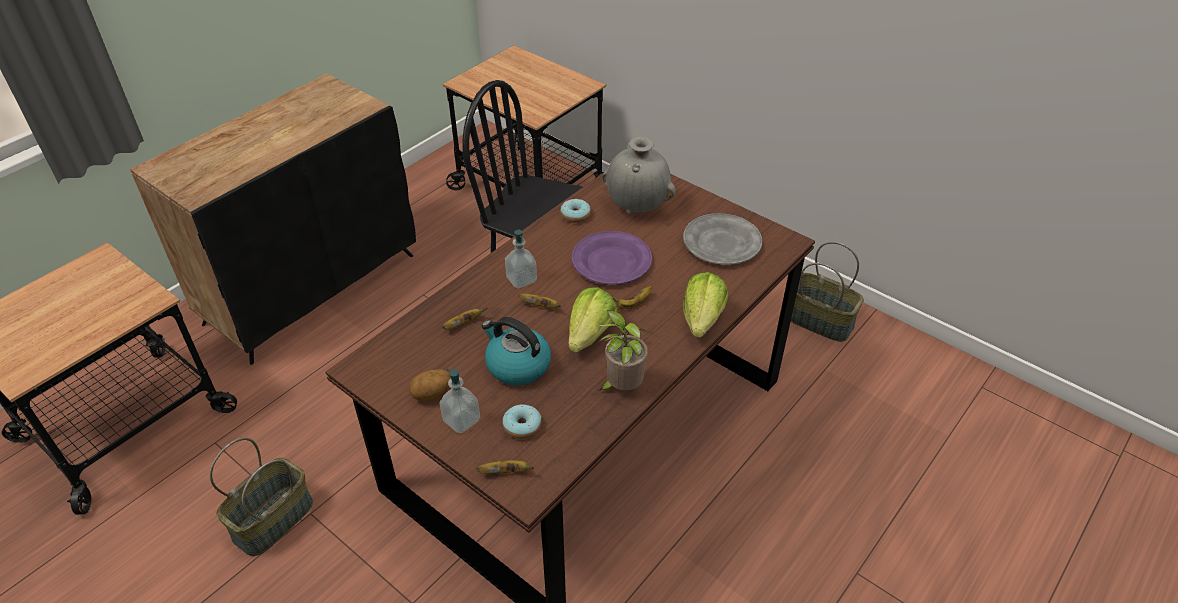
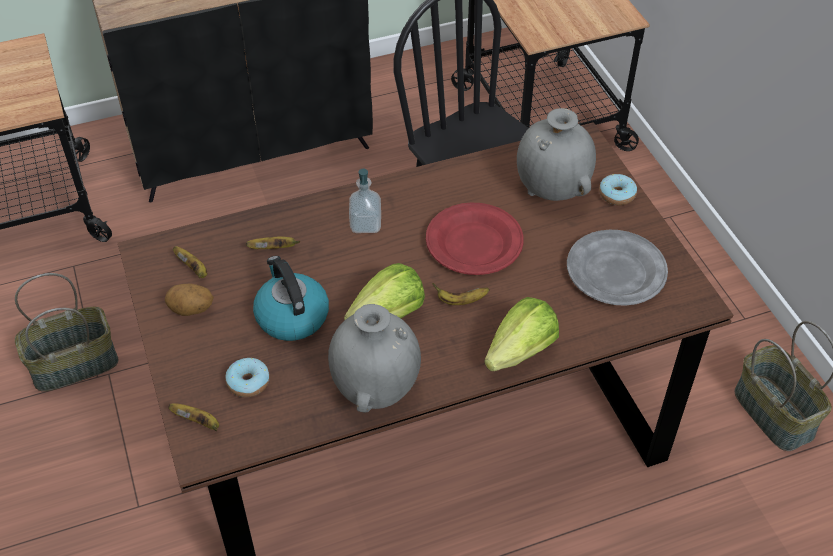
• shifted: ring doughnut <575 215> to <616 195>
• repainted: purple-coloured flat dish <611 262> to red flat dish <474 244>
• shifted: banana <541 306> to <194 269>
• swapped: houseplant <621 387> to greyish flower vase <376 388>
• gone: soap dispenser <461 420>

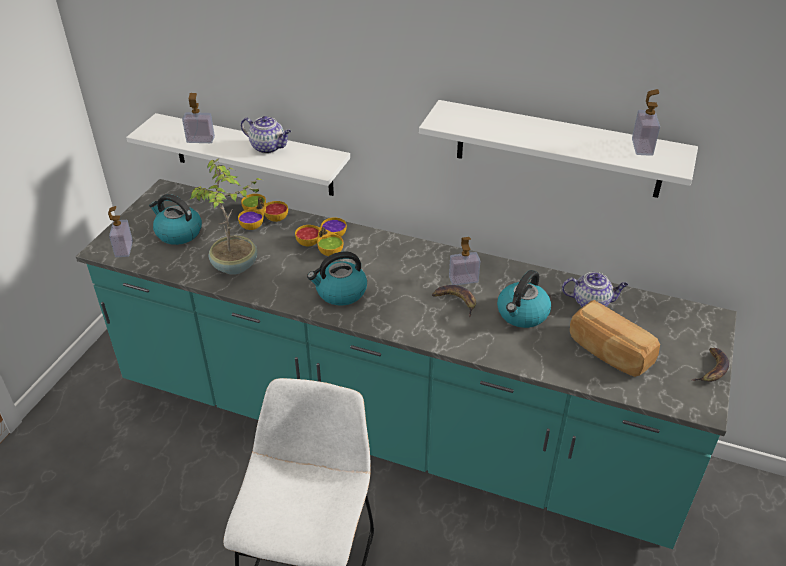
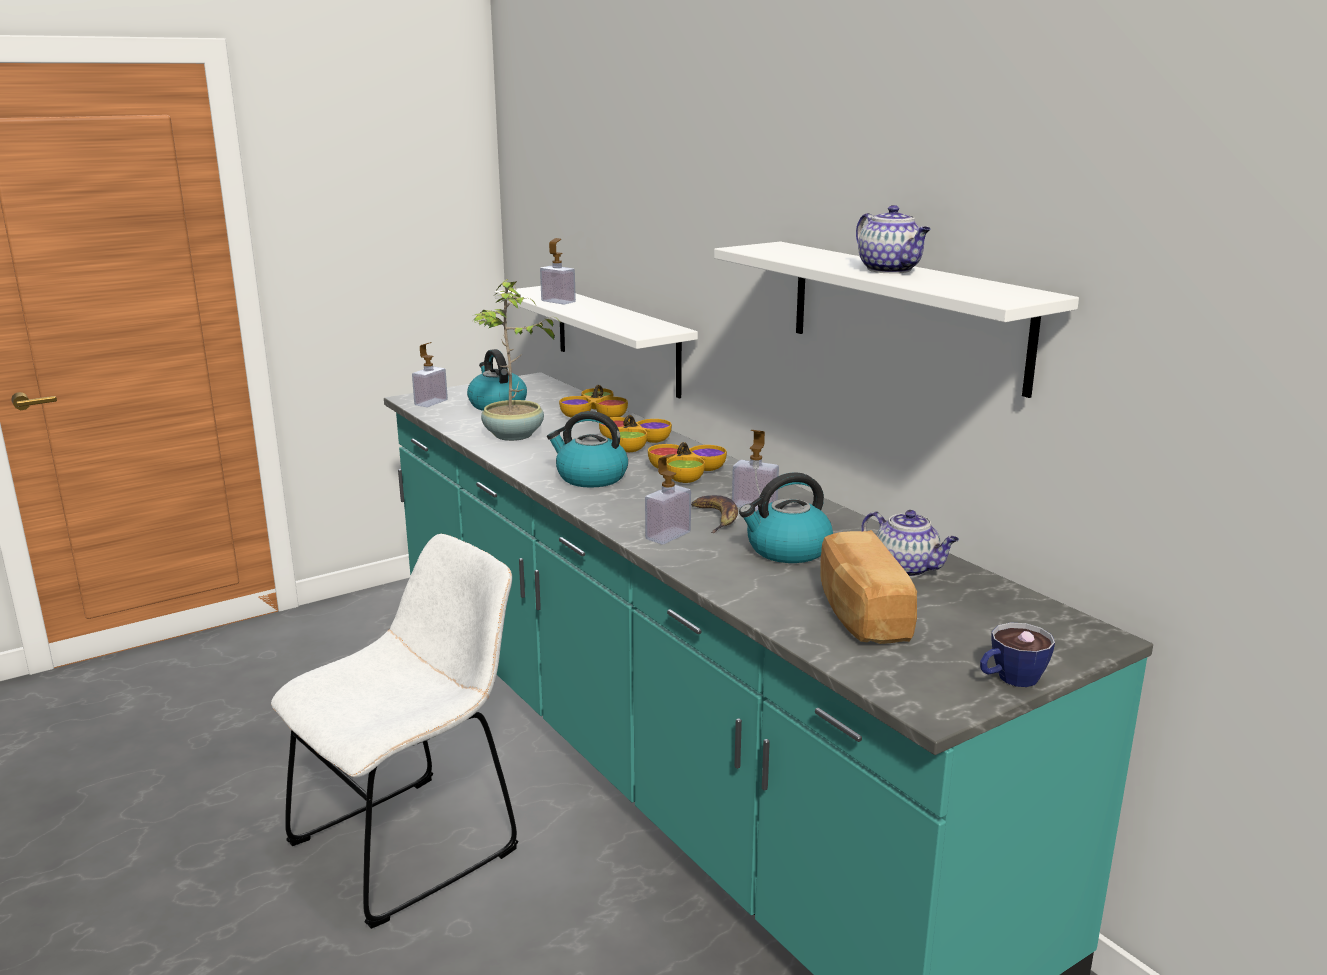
• shifted: soap dispenser <642 147> to <668 535>
• shifted: pot for tea <268 147> to <891 270>
• swapped: banana <711 369> to cup <1009 679>
• new: serving bowl <686 472>

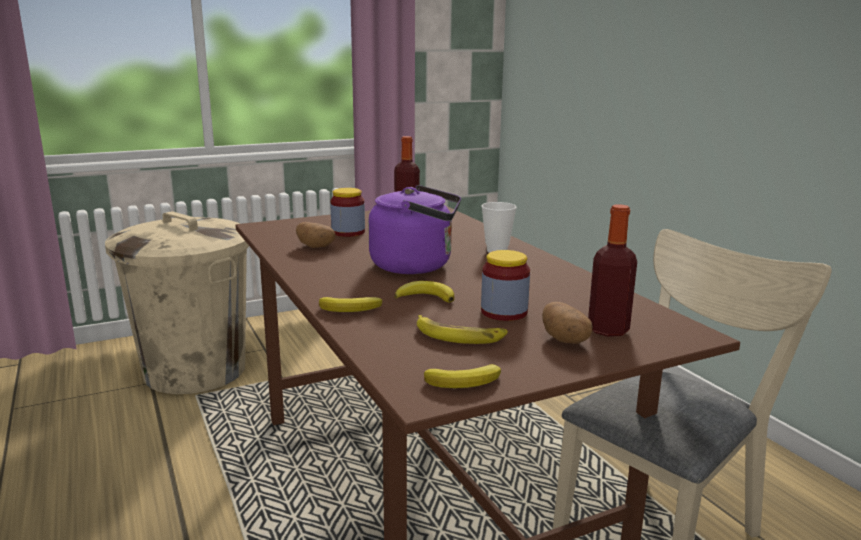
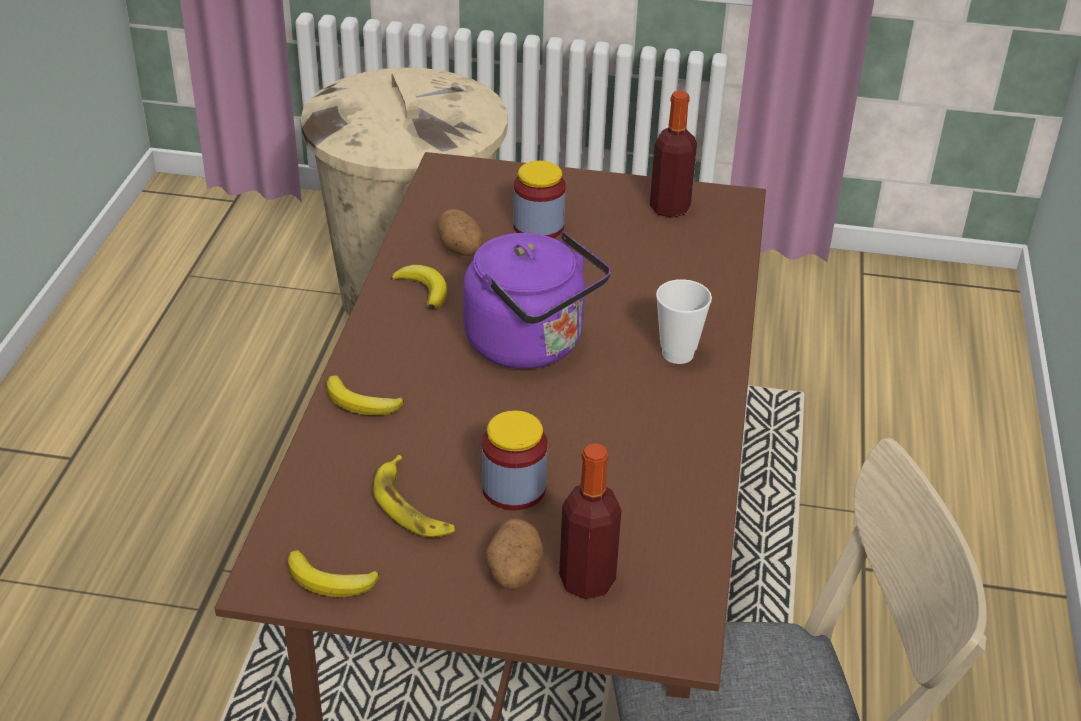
• shifted: banana <425 297> to <423 289>

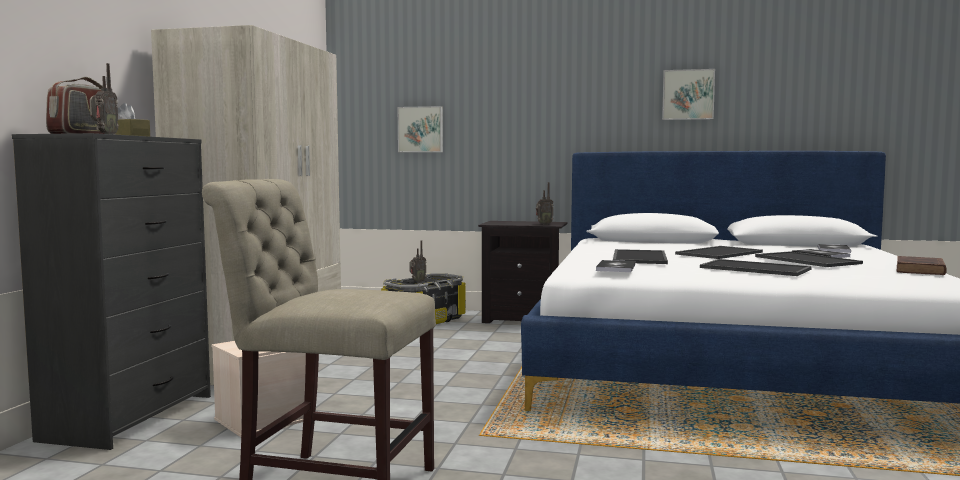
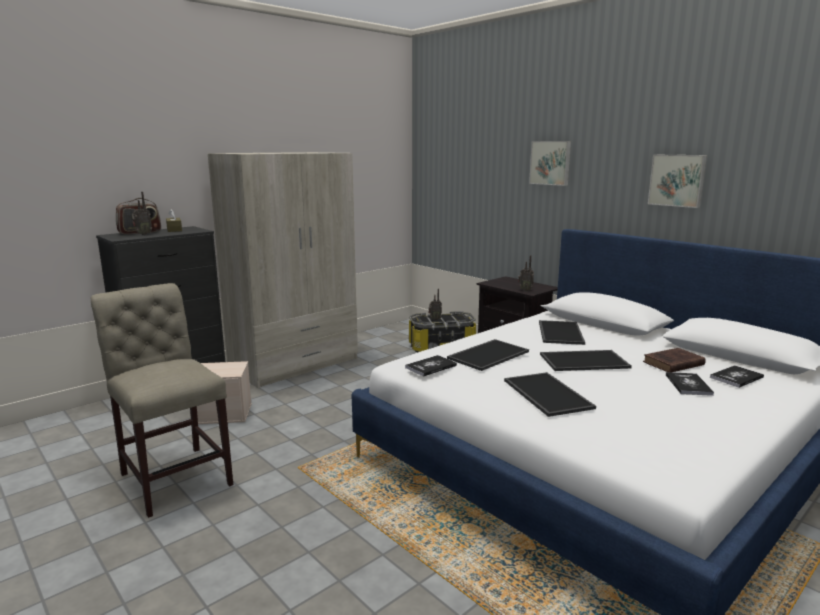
• shifted: wall art <421 129> to <551 163>
• shifted: tray <805 260> to <559 332>
• shifted: brown book <920 270> to <672 364>

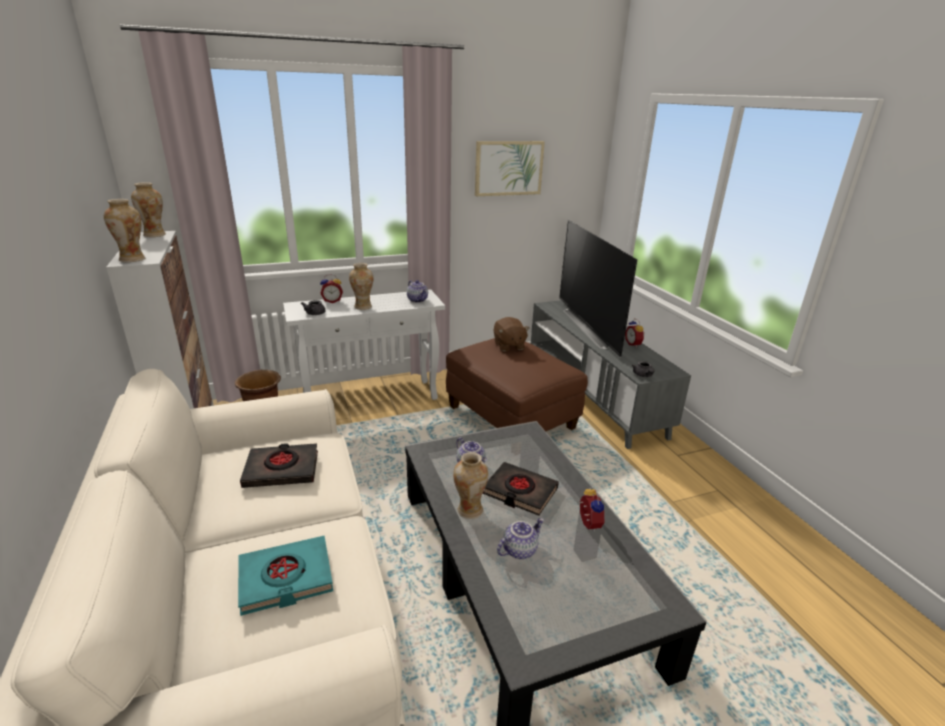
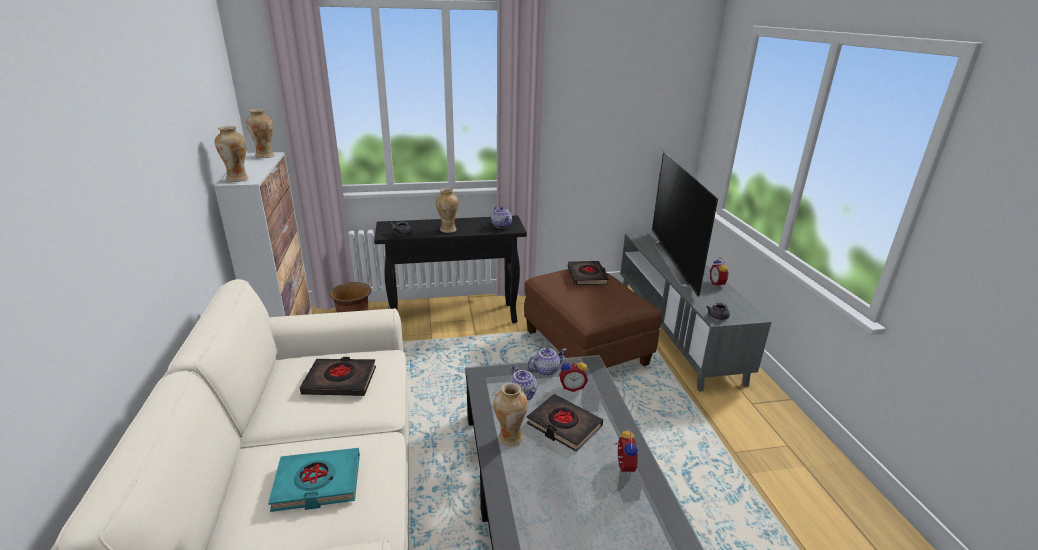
• gone: wall art <508 168>
• shifted: table clock <332 301> to <572 387>
• repainted: whitish console table <372 399> to blackish console table <455 317>
• swapped: brown soft toy <508 346> to blackish book <587 276>
• shifted: pot for tea <519 549> to <546 370>

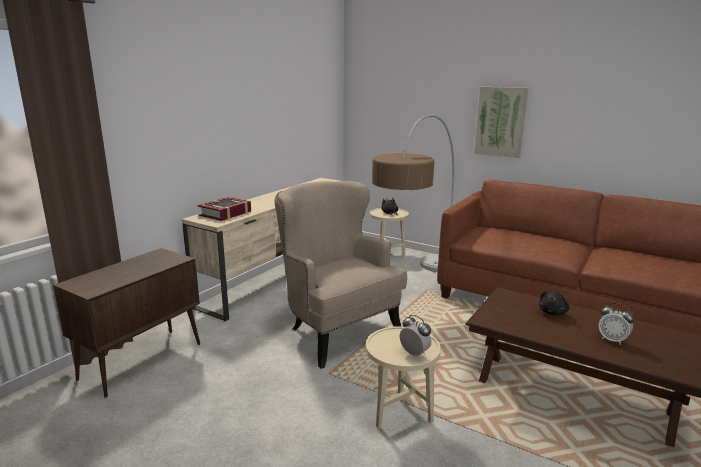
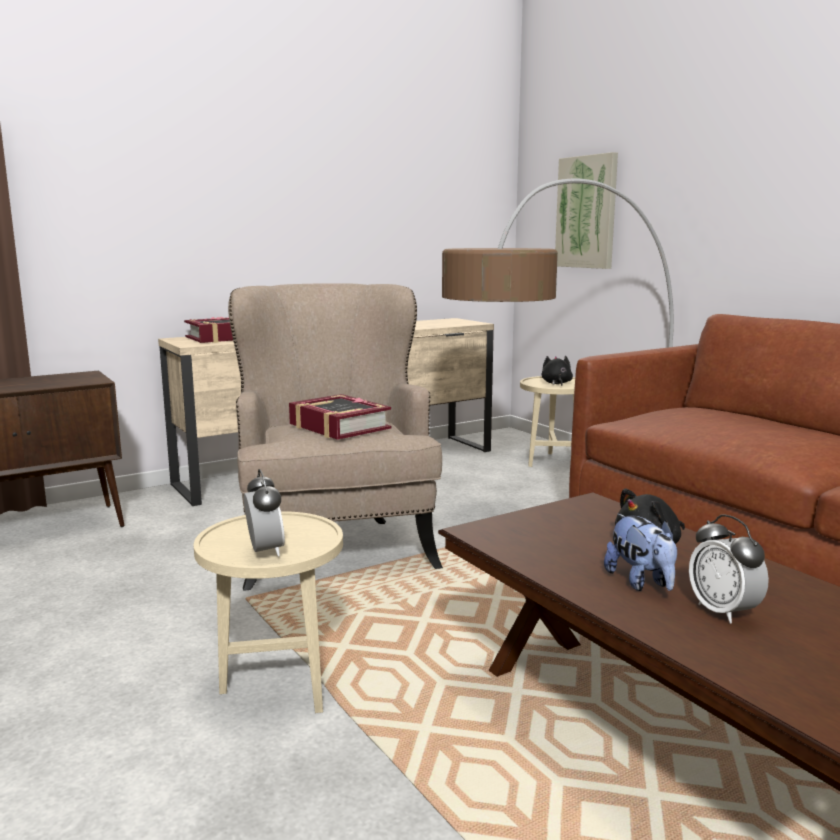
• shifted: wall art <500 122> to <587 212>
• new: book <338 426>
• new: soft toy <641 582>

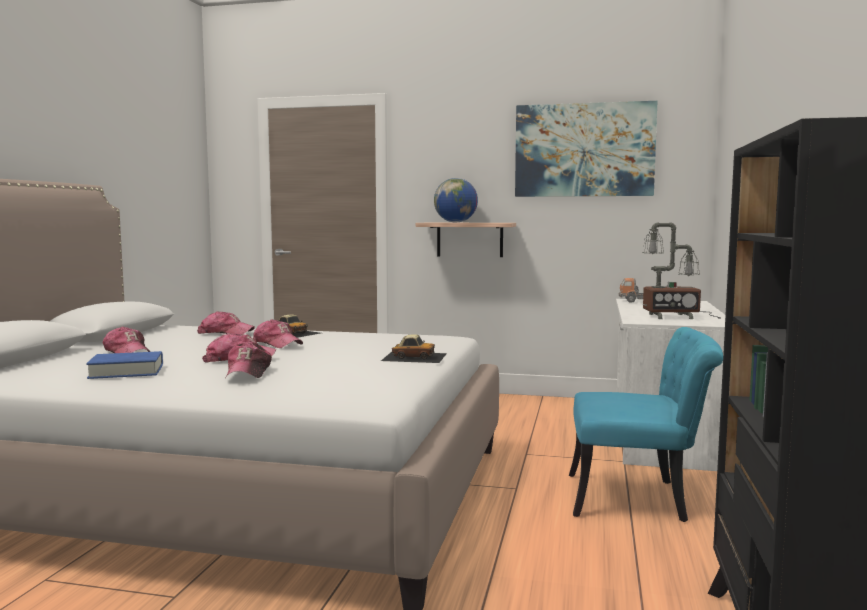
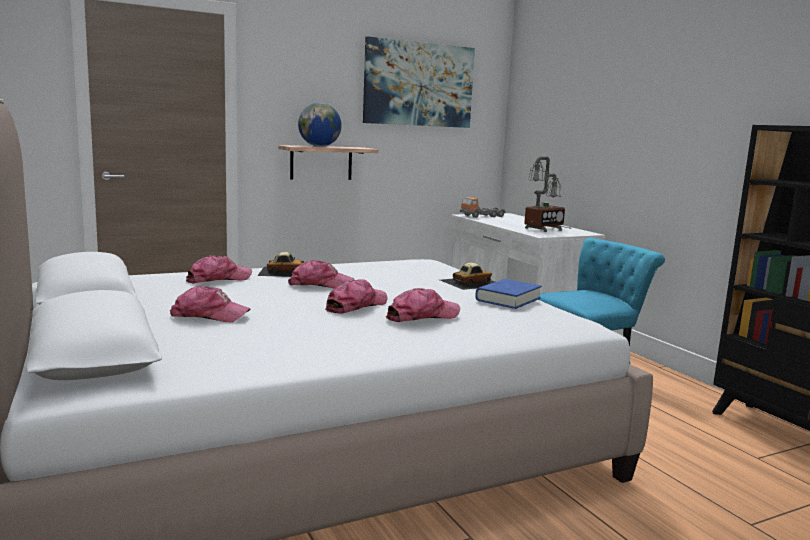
• rotated: cap <248 372> = <422 316> 75 degrees counterclockwise
• shifted: bluish book <126 371> to <508 299>

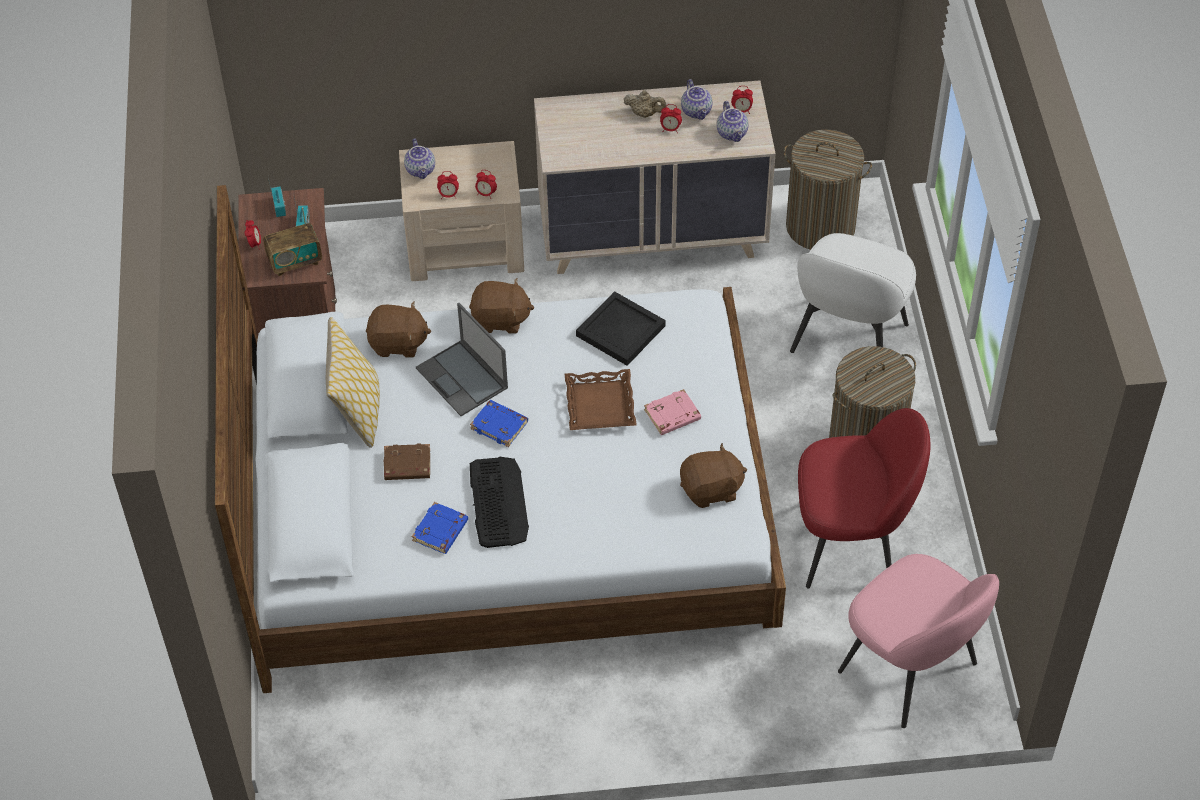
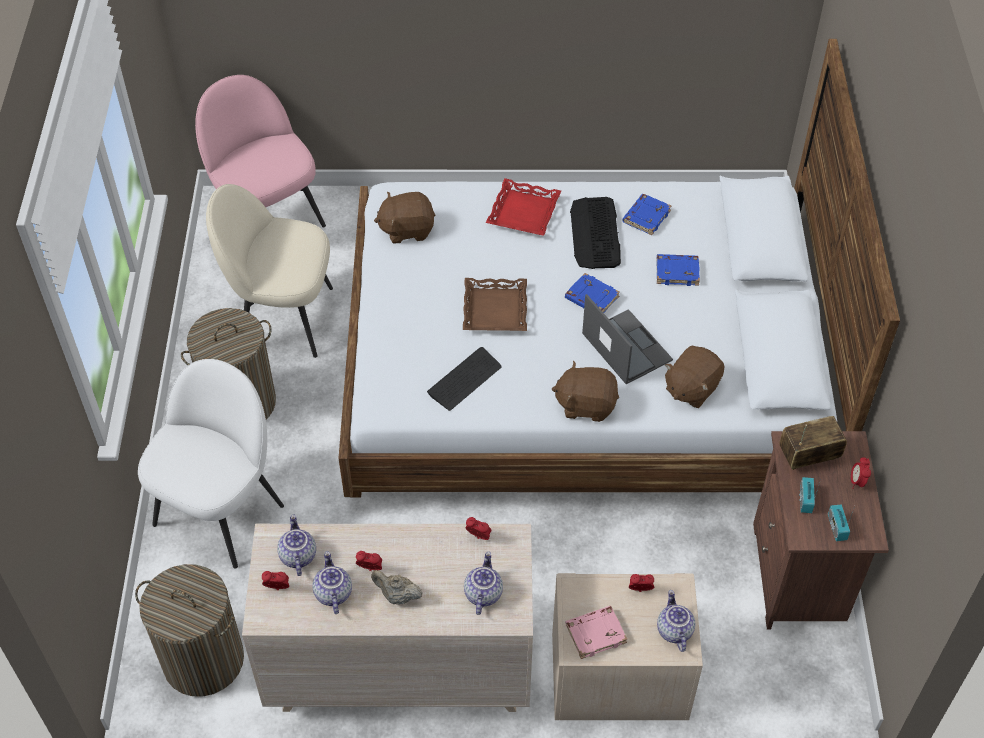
• shifted: table clock <486 194> to <479 537>
• swapped: blackish tray <621 332> to computer keyboard <465 380>
• rotated: brown soft toy <398 343> = <691 388> 60 degrees counterclockwise
• gone: pillow <357 412>
• shifted: pink-coloured book <672 416> to <595 633>
• repainted: red upright chair <851 544> to beige-coloured upright chair <283 318>
• repainted: brown book <406 466> to bluish book <677 272>
• new: red tray <523 212>
• new: pot for tea <482 593>

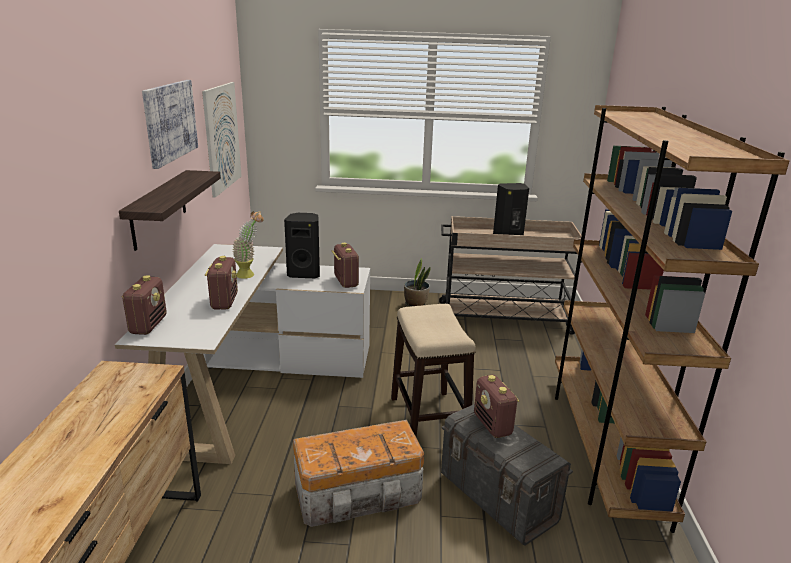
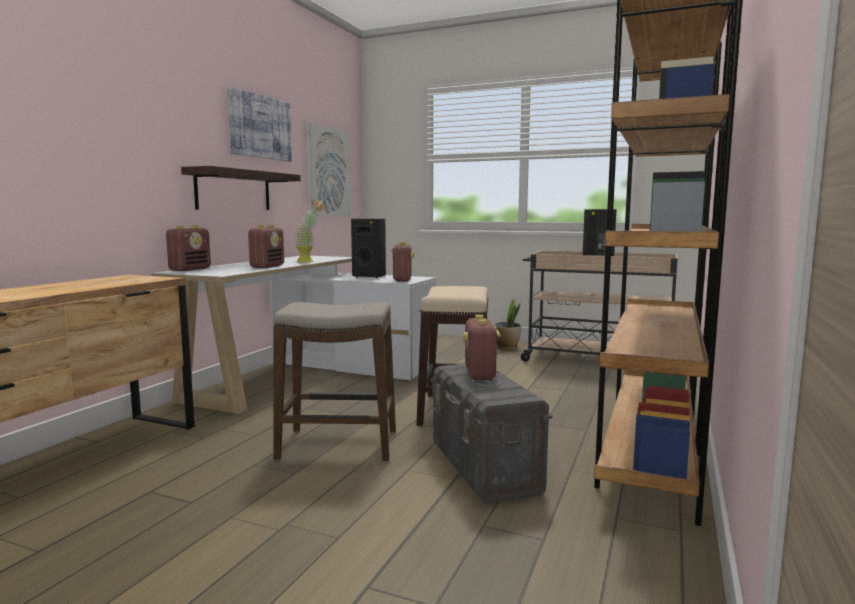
• swapped: storage container <360 493> to stool <338 445>

